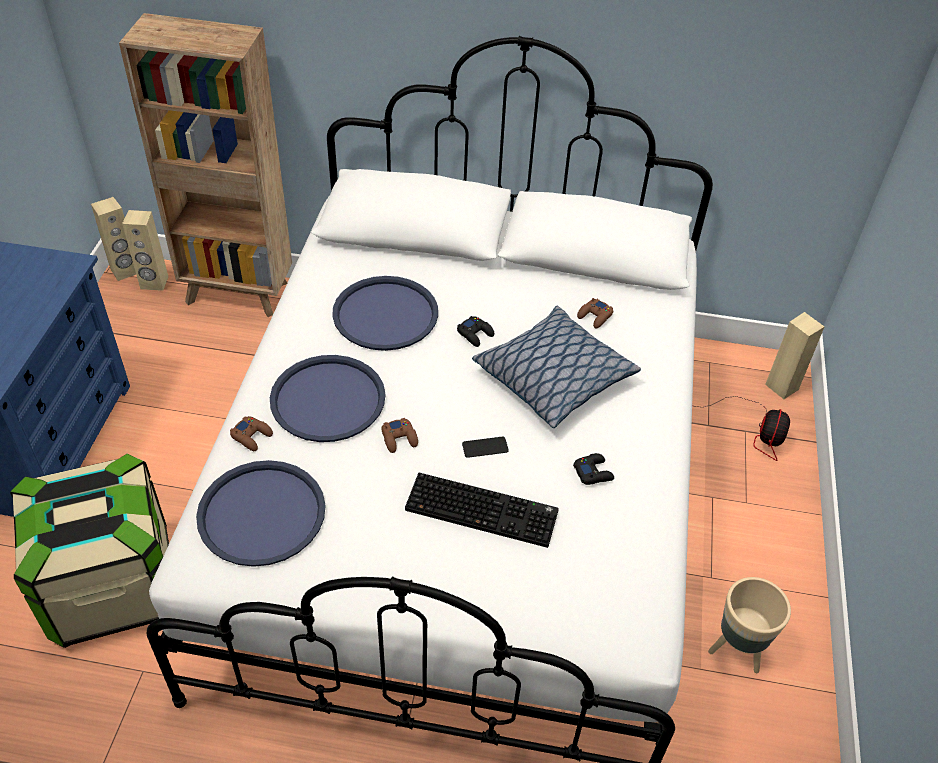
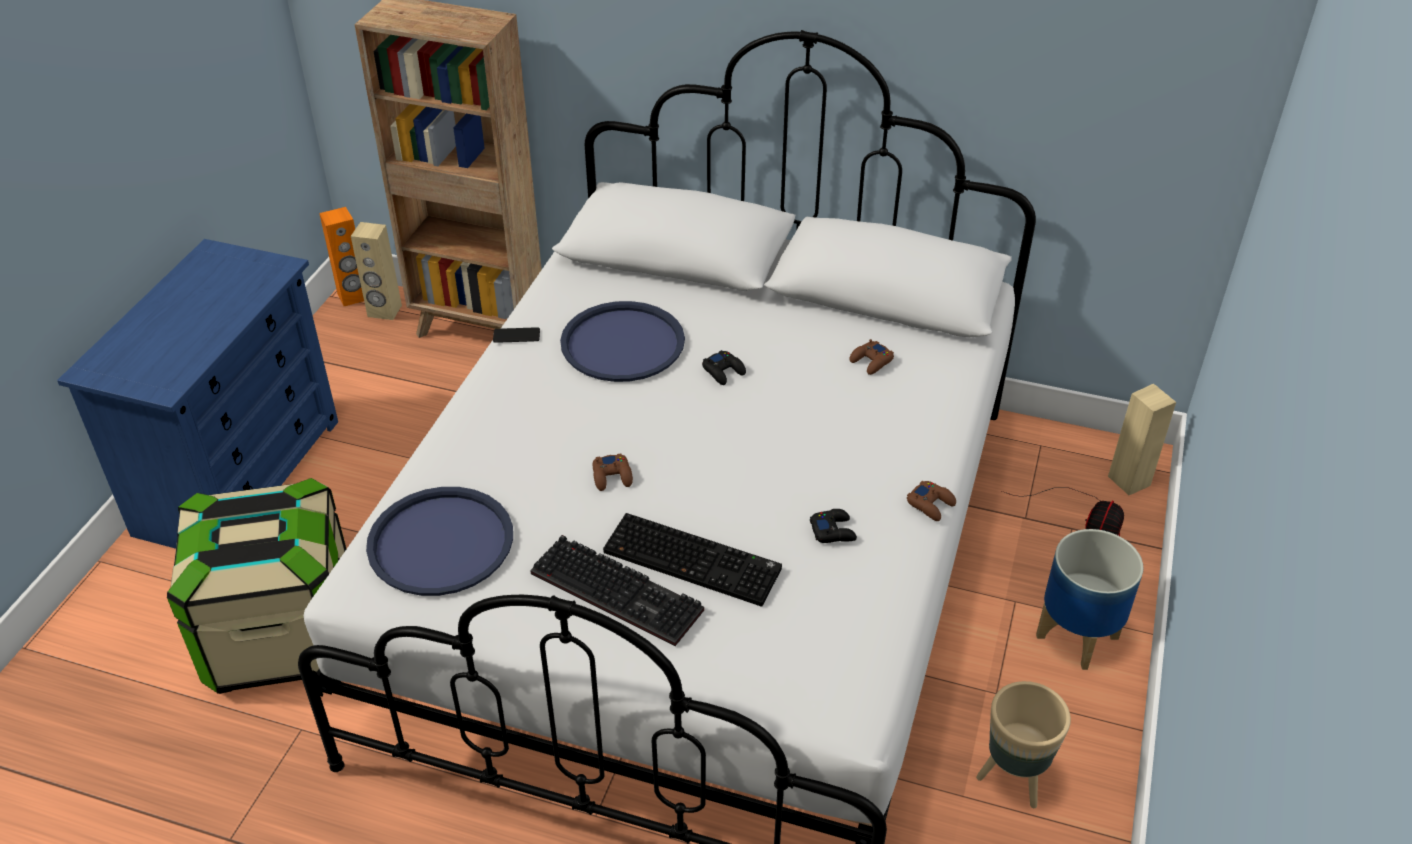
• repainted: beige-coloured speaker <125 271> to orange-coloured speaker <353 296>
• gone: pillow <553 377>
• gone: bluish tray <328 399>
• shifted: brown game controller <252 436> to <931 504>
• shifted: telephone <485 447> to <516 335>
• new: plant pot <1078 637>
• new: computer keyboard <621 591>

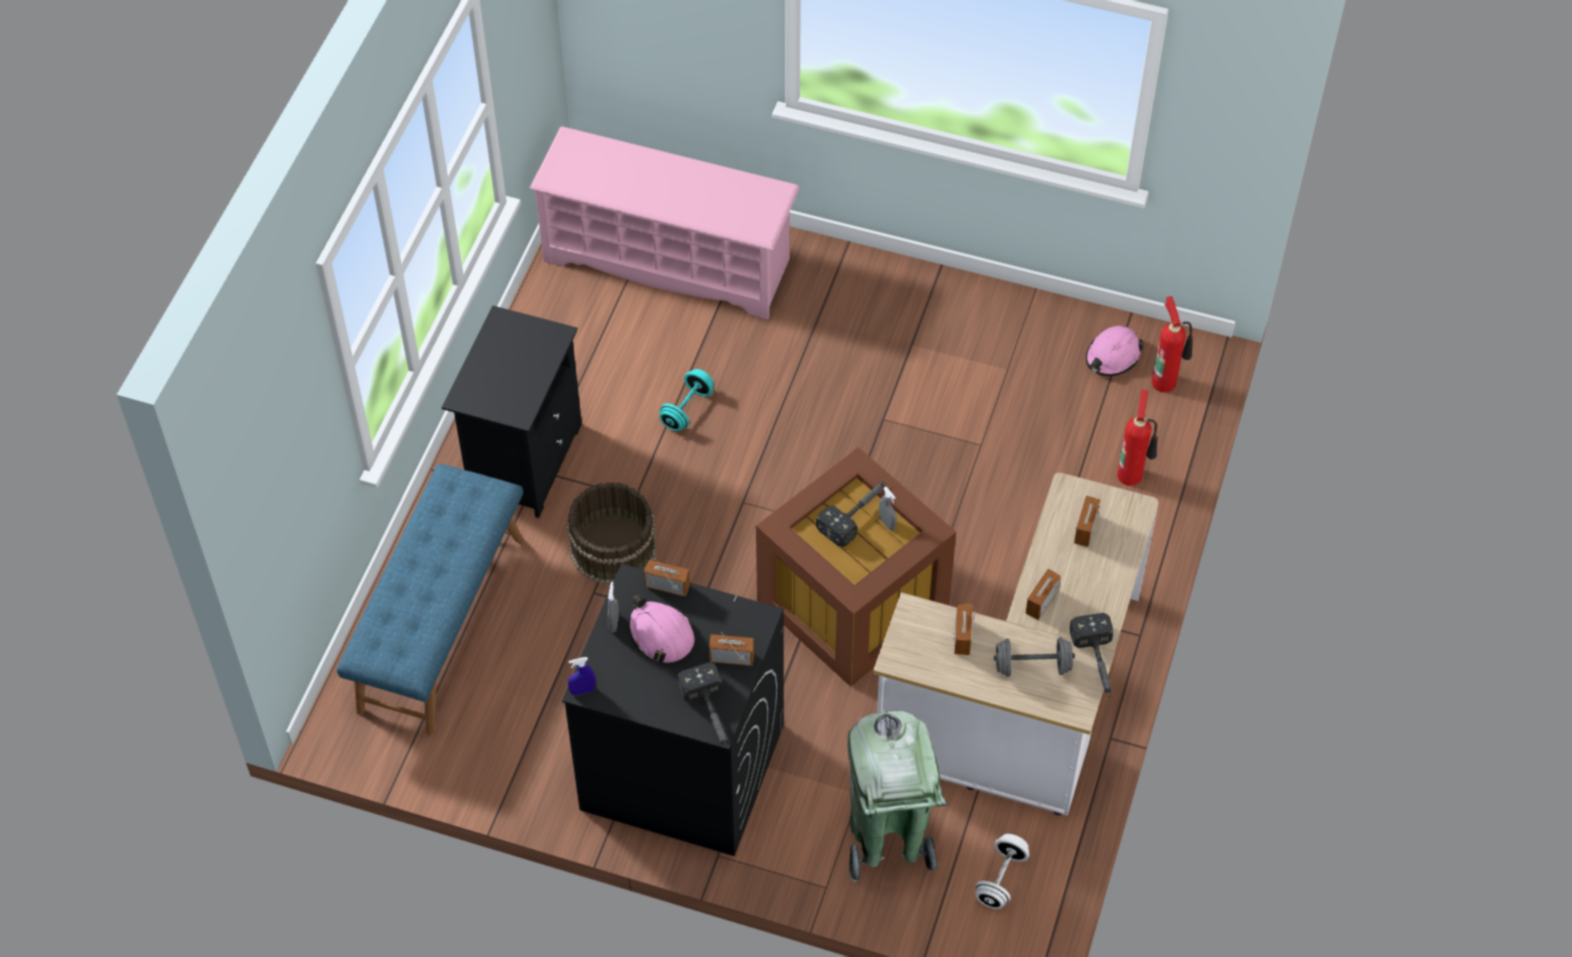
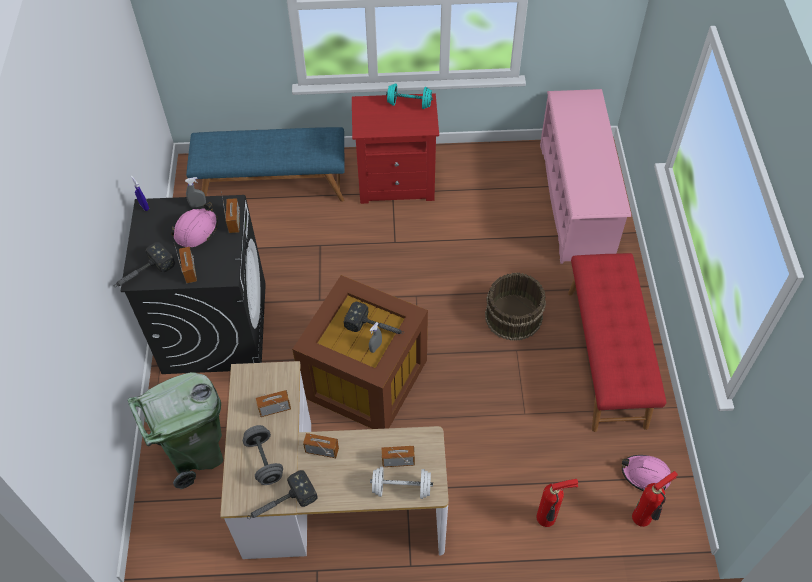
• repainted: blackish night table <522 459> to red night table <397 183>
• shifted: blue-green hand weight <687 409> to <409 104>
• shifted: brown water bucket <612 548> to <513 315>
• shifted: whitish hand weight <1001 879> to <401 488>
• new: red long seat <607 357>

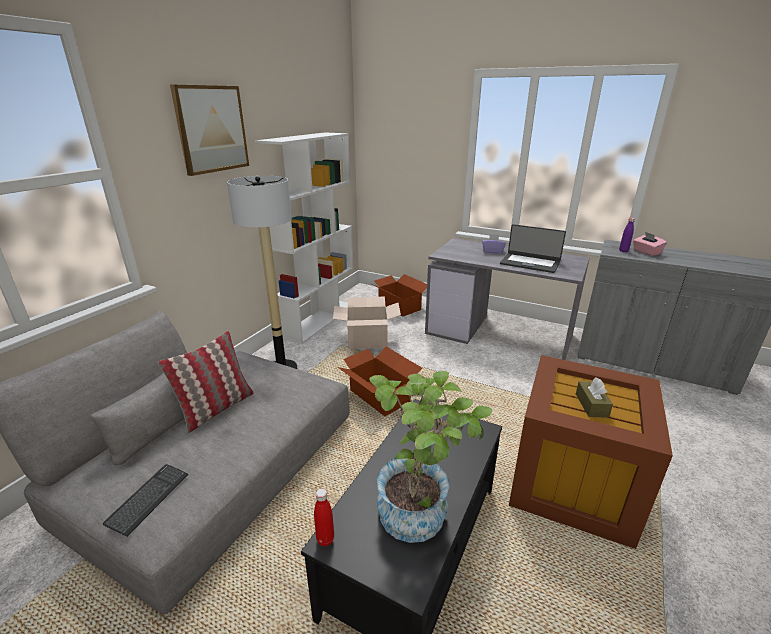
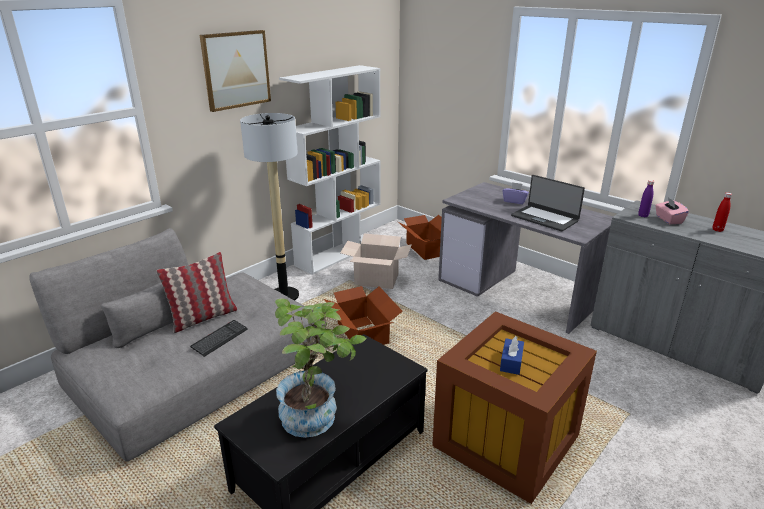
• repainted: brown tissue box <591 405> to bluish tissue box <511 362>
• shifted: computer keyboard <148 499> to <220 339>
• shifted: red bottle <325 540> to <717 230>

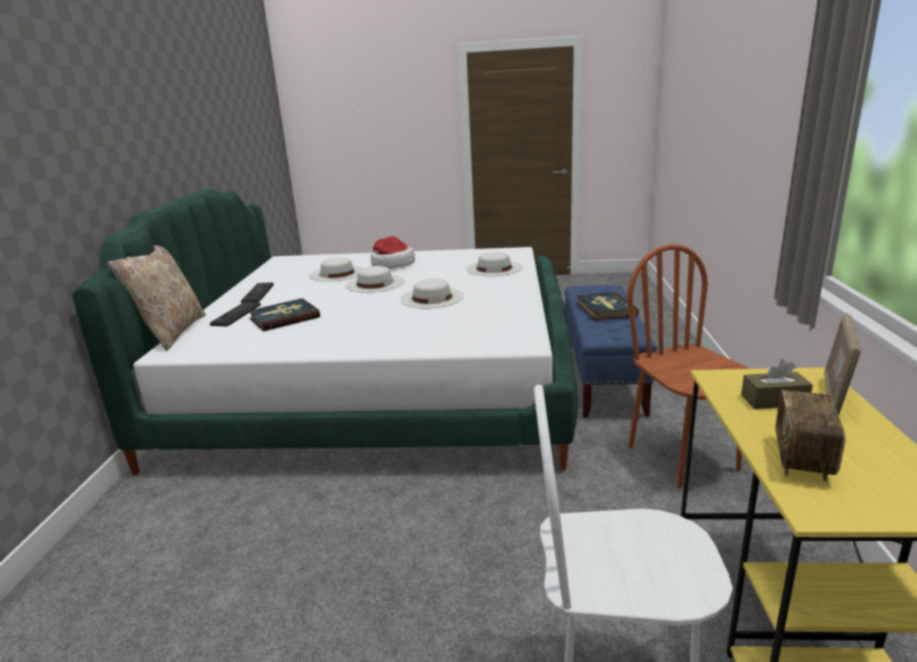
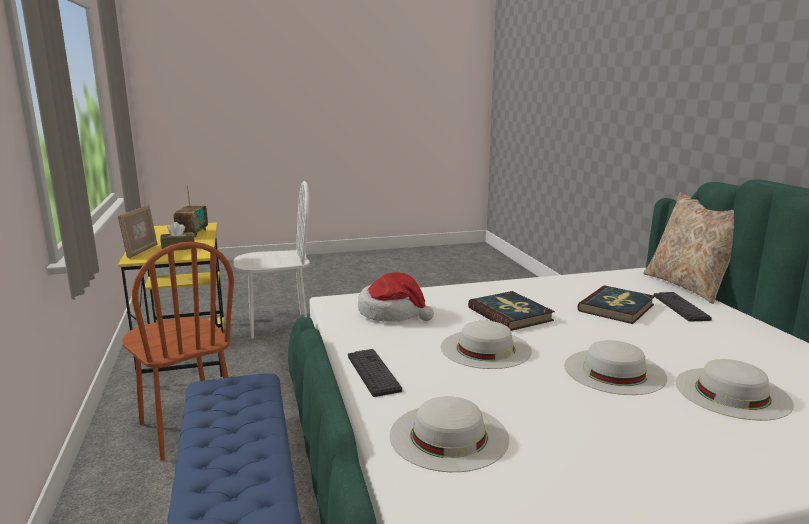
• shifted: hat <392 265> to <392 313>
• shifted: computer keyboard <258 293> to <373 373>
• shifted: book <605 309> to <510 314>

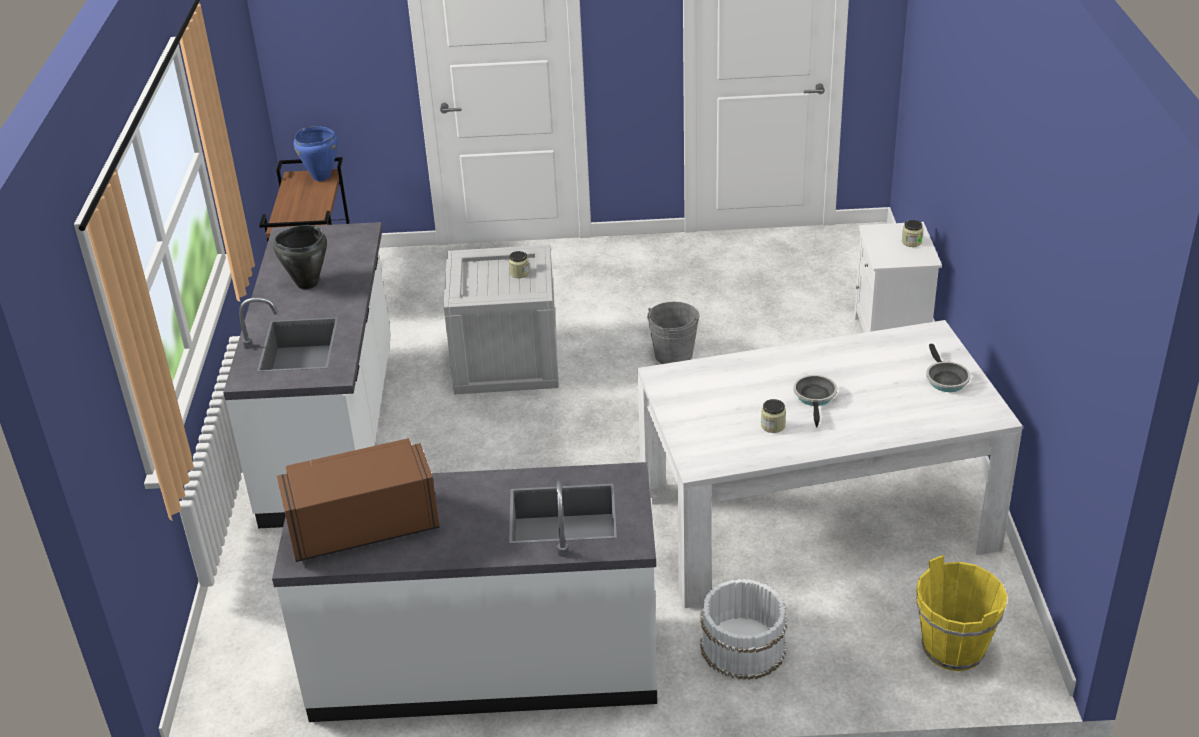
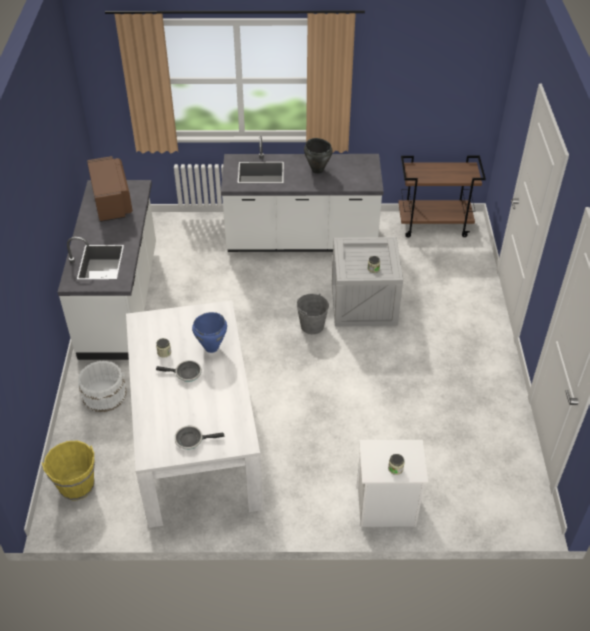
• shifted: bluish stockpot <321 177> to <211 347>
• shifted: greyish water bucket <673 355> to <312 325>

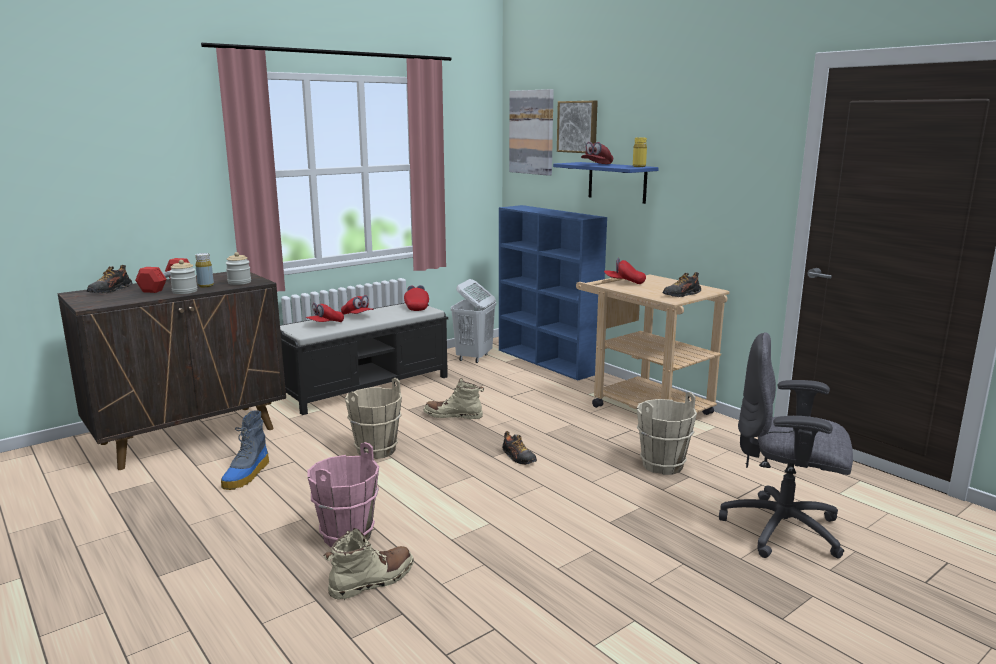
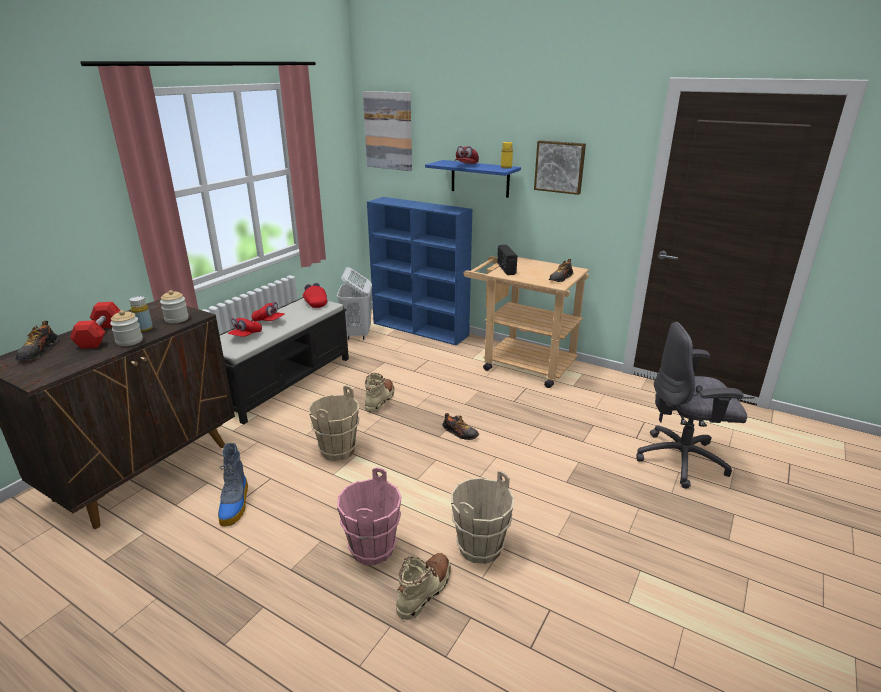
• shifted: wall art <578 127> to <560 167>
• swapped: red cap <624 282> to radio set <506 269>
• rotated: beige-coloured high-top boot <453 416> = <380 400> 120 degrees clockwise
• shifted: beige-coloured water bucket <662 465> to <479 547>

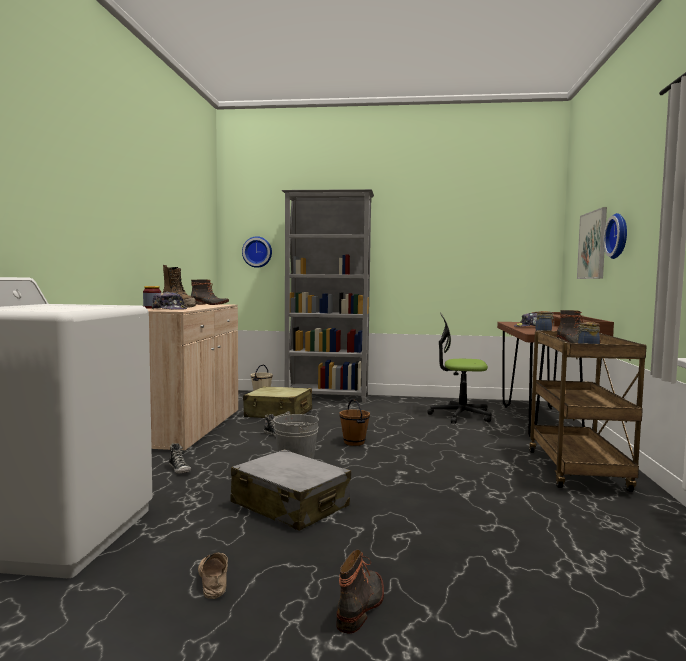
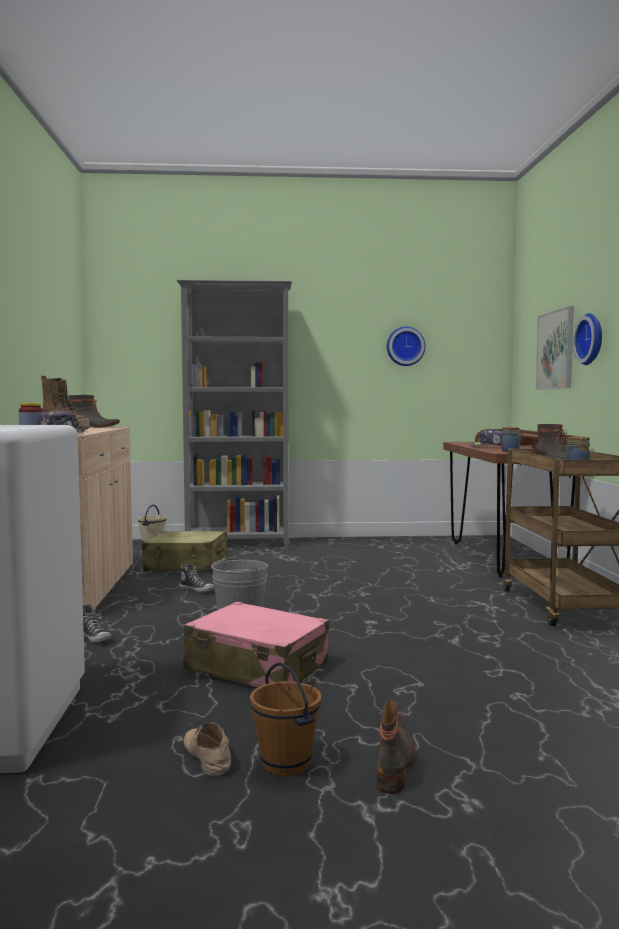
• shifted: clock on the wall <257 252> to <405 346>
• gone: office chair <460 415>
• shifted: brown water bucket <353 443> to <285 764>
• repainted: greyish piece of luggage <290 505> to pink-coloured piece of luggage <257 667>

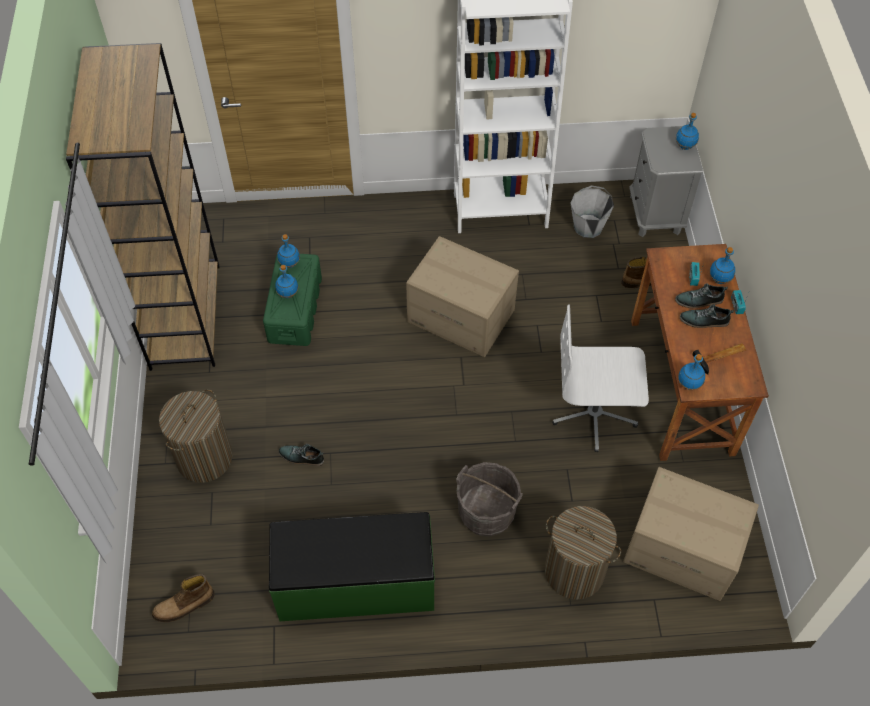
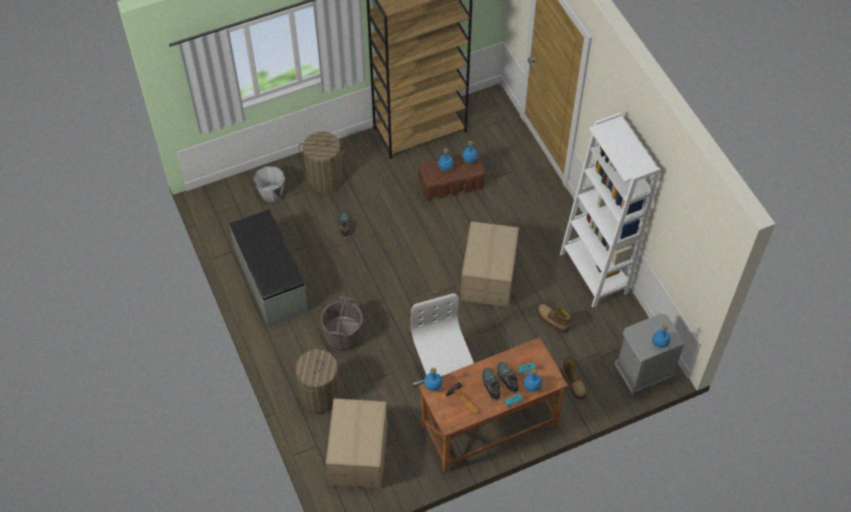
• shifted: greyish water bucket <588 226> to <271 193>
• repainted: green-coloured storage container <295 309> to brown storage container <451 184>
• repainted: green-coloured long seat <356 585> to greyish long seat <270 282>
• shifted: high-top boot <184 606> to <552 320>

